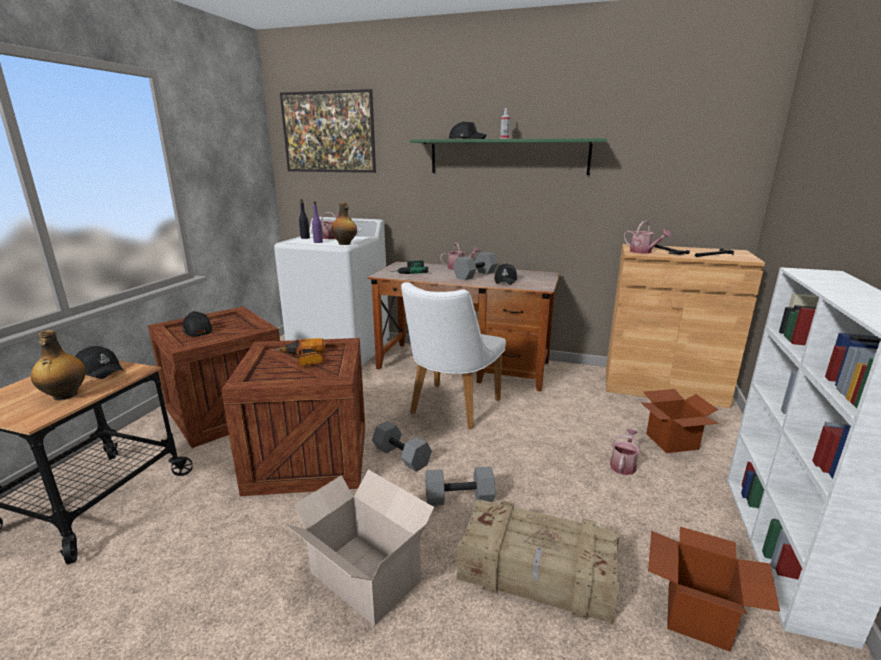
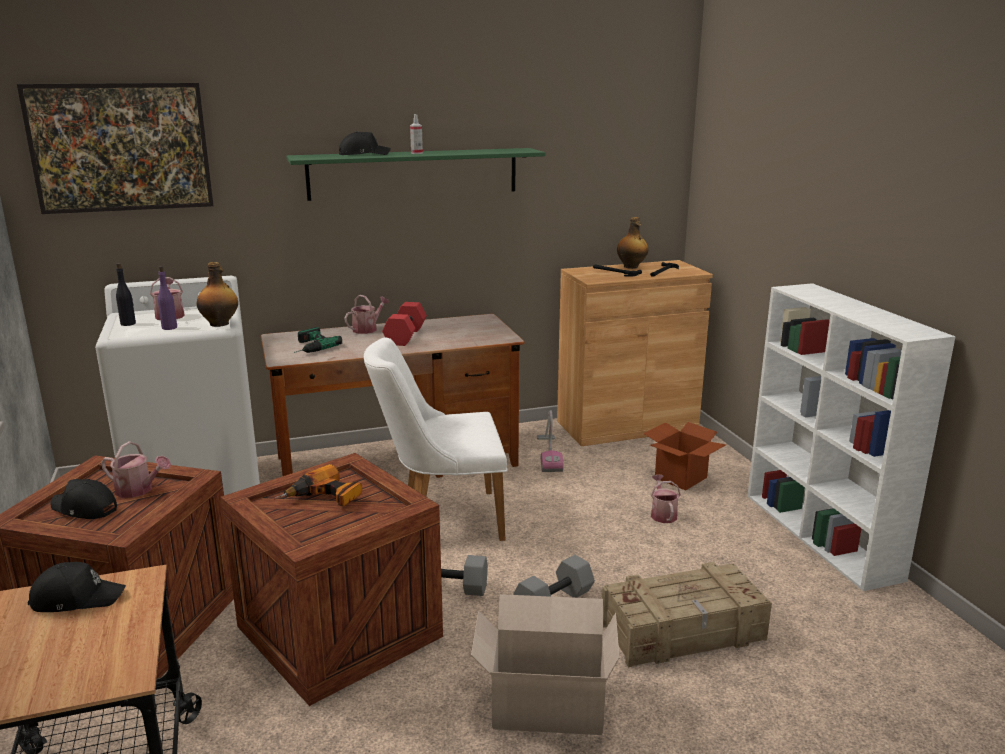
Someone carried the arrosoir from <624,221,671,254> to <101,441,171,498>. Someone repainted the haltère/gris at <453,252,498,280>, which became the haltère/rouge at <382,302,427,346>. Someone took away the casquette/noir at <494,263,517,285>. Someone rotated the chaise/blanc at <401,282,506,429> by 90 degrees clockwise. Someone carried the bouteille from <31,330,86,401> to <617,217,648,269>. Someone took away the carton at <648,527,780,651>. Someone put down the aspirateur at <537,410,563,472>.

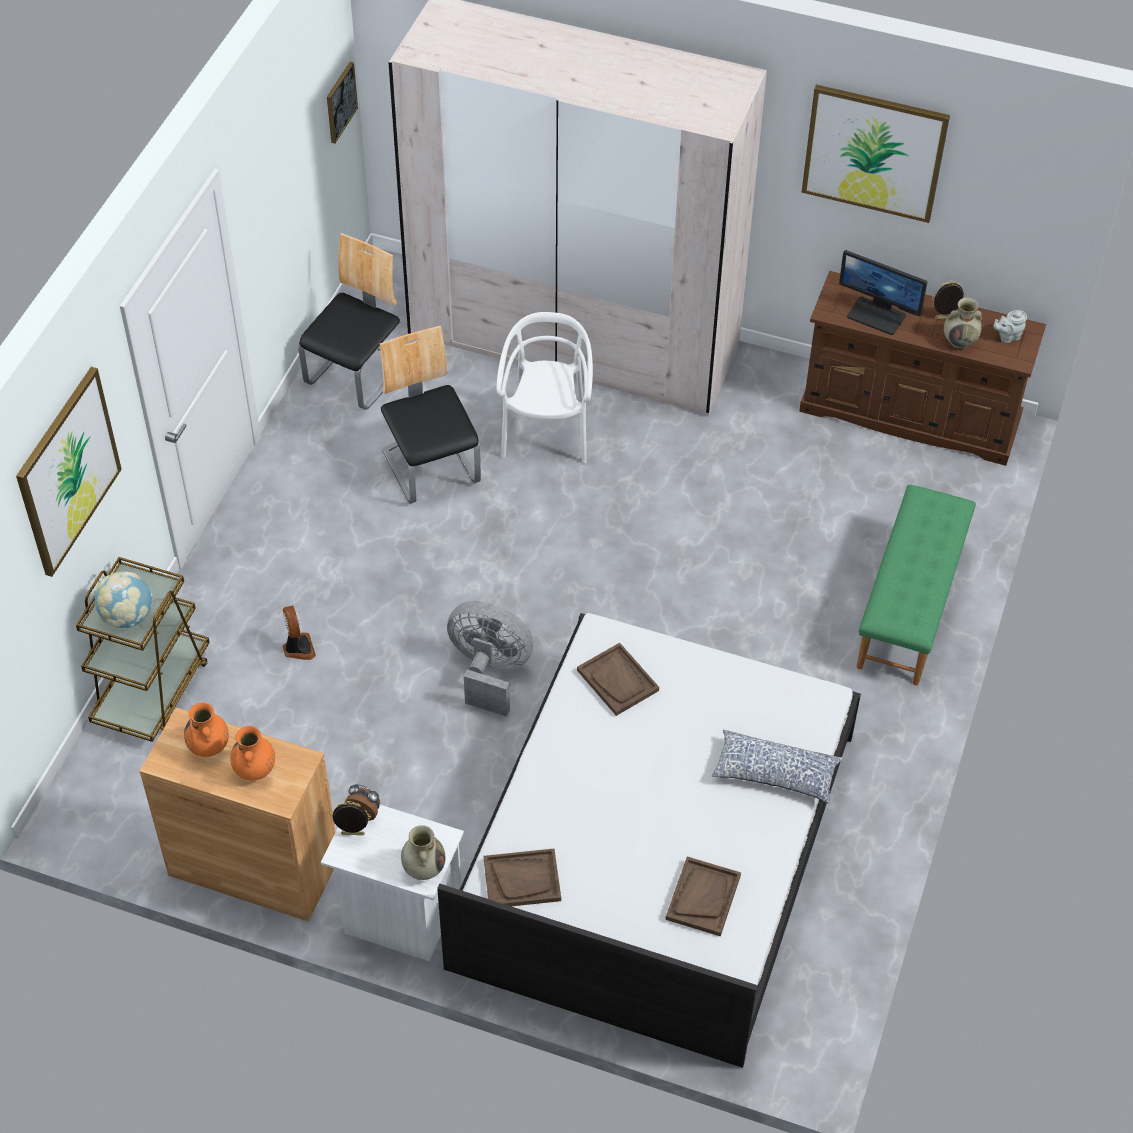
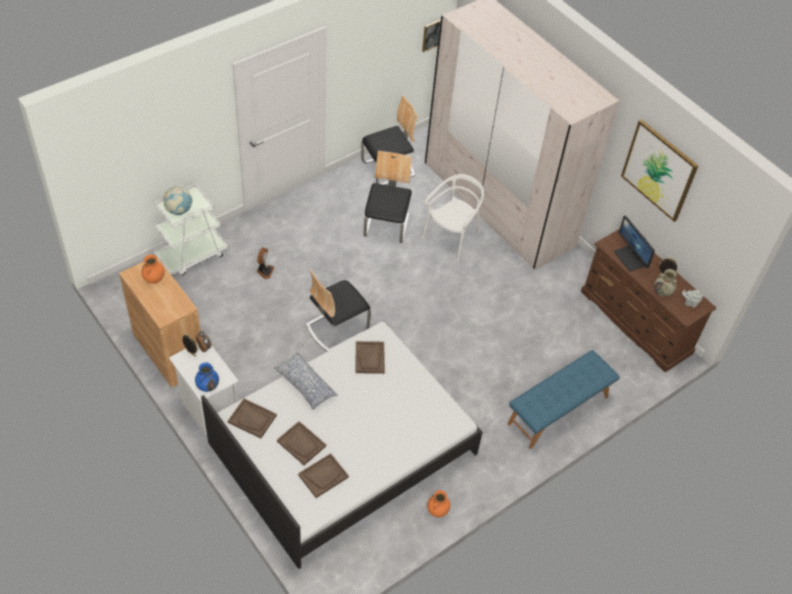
Someone took away the tableau at <16,367,122,577>. Someone repainted the banc/vert at <856,485,976,685>, which became the banc/bleu at <508,350,620,449>. Someone repainted the chariot/marron at <76,557,210,742>, which became the chariot/blanc at <153,184,228,275>. Someone swapped the ventilateur/gris at <447,601,533,717> for the chaise at <306,269,371,351>. Someone carried the vase/orange from <230,726,275,781> to <427,490,450,517>. Someone carried the coussin from <712,730,843,803> to <274,352,338,410>. Someone repainted the vase/beige at <401,825,446,880>, which became the vase/bleu at <195,362,219,392>. Someone put down the plateau/marron at <277,421,326,465>.

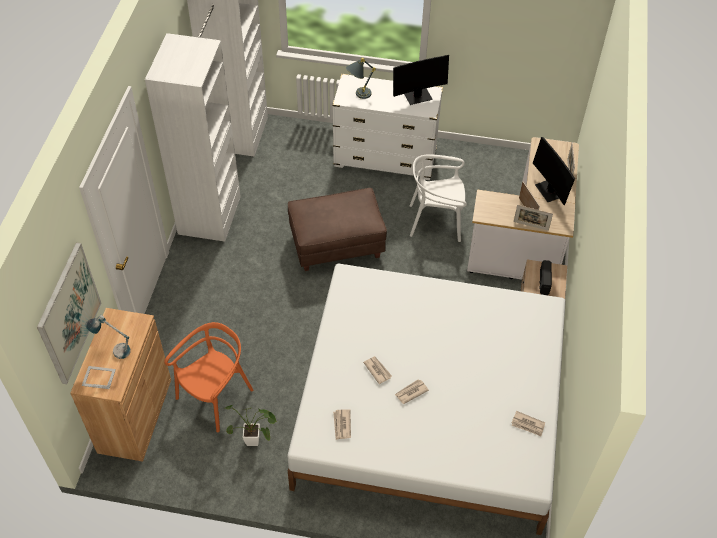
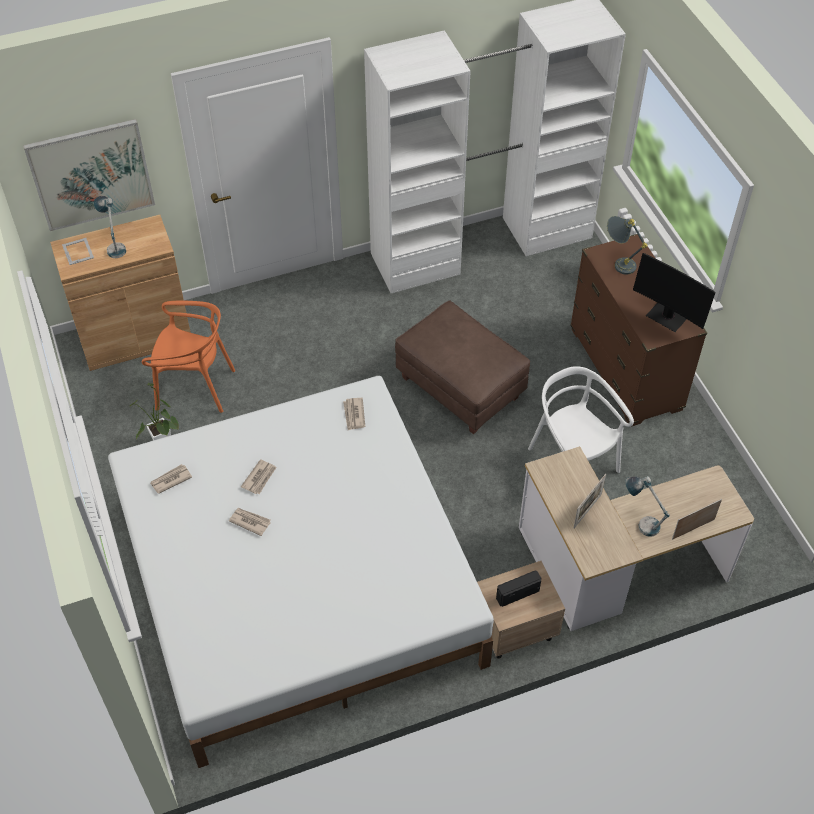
Someone repainted the commode/blanc at <332,74,443,180>, which became the commode/marron at <570,234,707,427>. Someone swapped the écran d'ordinateur at <532,137,575,205> for the lampe de table at <625,476,670,537>. Someone took away the cadre photo at <514,205,553,231>. Someone carried the journal from <511,411,545,436> to <343,398,365,430>.

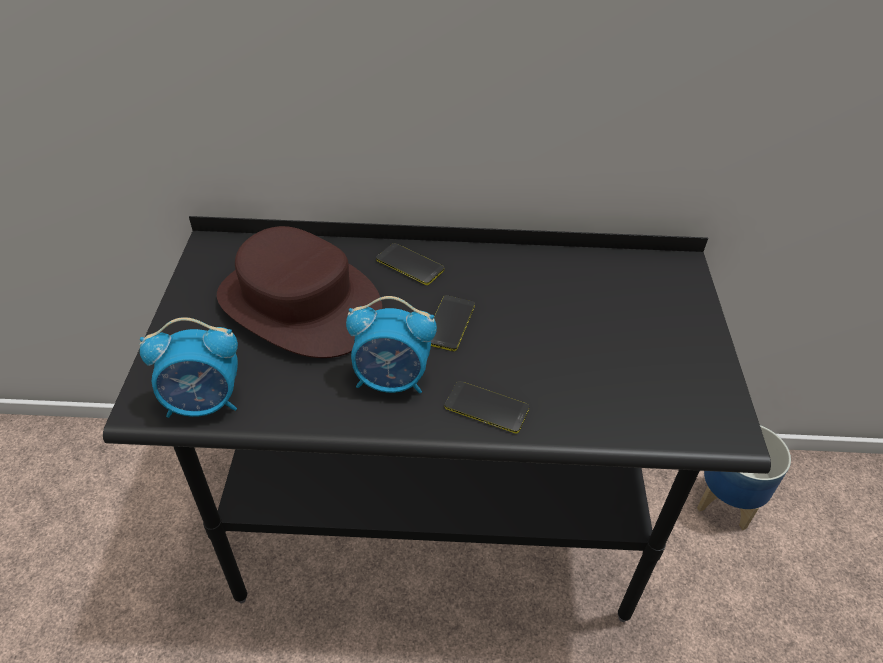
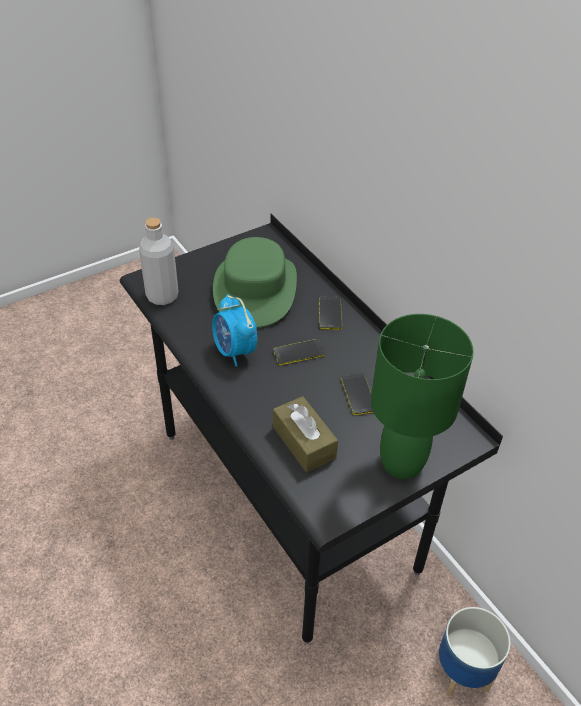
Someone repainted the chapeau/marron at <217,226,382,358>, which became the chapeau/vert at <213,237,297,328>. Someone swapped the réveil at <140,317,238,418> for the bouteille/gris at <139,218,178,305>. Someone carried the téléphone from <445,381,529,434> to <341,373,374,415>. Someone put down the lampe de table/vert at <371,314,474,479>. Someone put down the boîte à mouchoirs/marron at <273,396,338,472>.

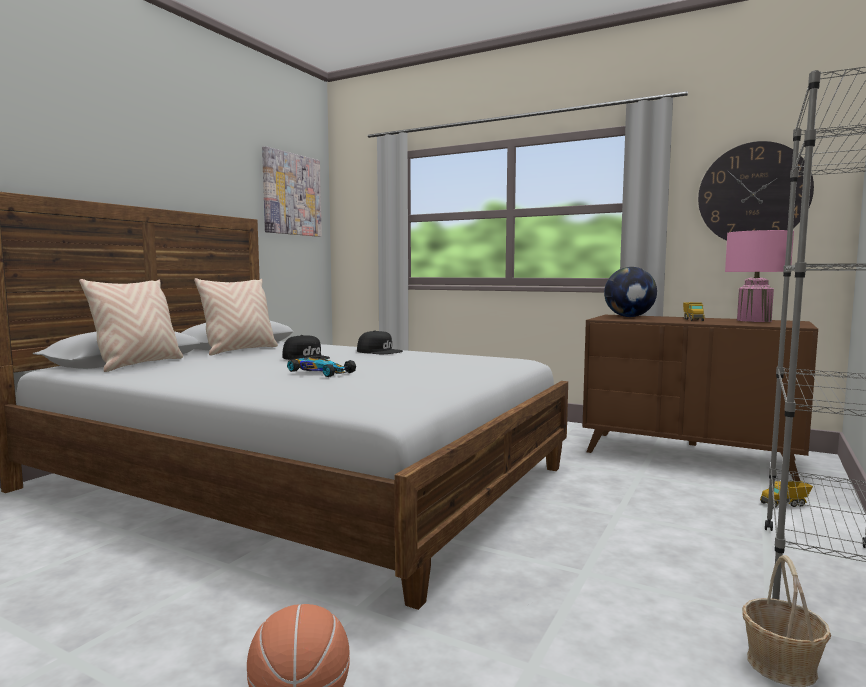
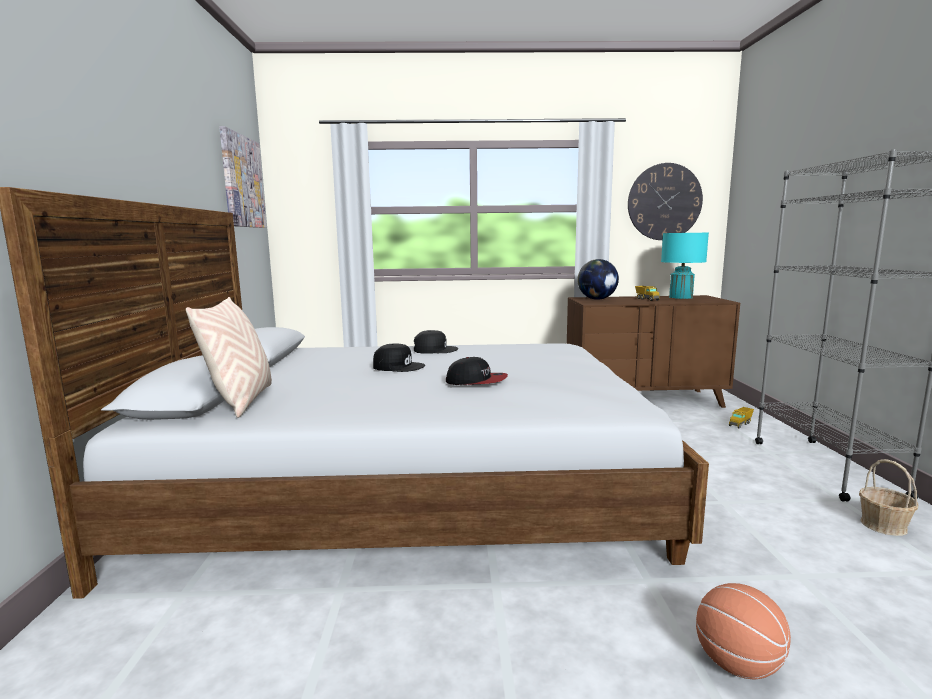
Someone repainted the lampe de table/rose at <725,230,794,322>, which became the lampe de table/turquoise at <661,233,709,299>. Someone took away the coussin/beige at <194,278,278,355>. Someone swapped the petite voiture at <287,356,356,377> for the casquette at <446,357,508,385>.

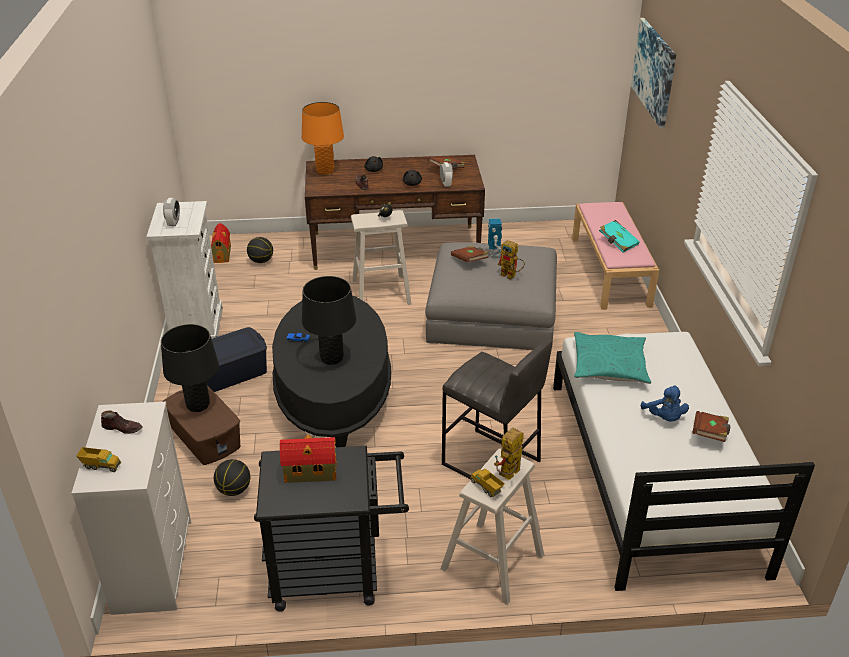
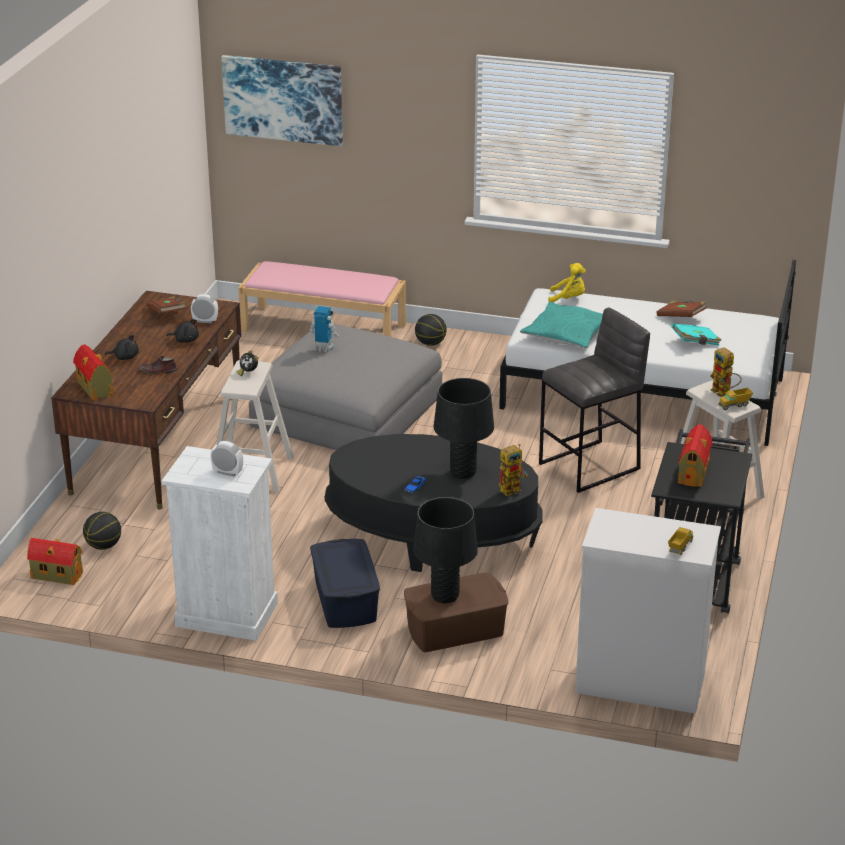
Someone swapped the lampe de table/orange at <302,102,344,175> for the maison miniature at <73,344,114,400>. Someone carried the livre/turquoise from <599,220,640,253> to <671,323,722,346>. Someone carried the robot jouet from <497,240,525,280> to <499,444,528,496>. Someone took away the livre/marron at <451,245,489,262>. Someone took away the peluche/bleu at <641,385,689,422>. Someone took away the chaussure/marron at <101,410,143,434>. Someone carried the ballon de basket from <214,459,250,496> to <415,314,447,346>. Someone put down the peluche/jaune at <548,263,586,303>.

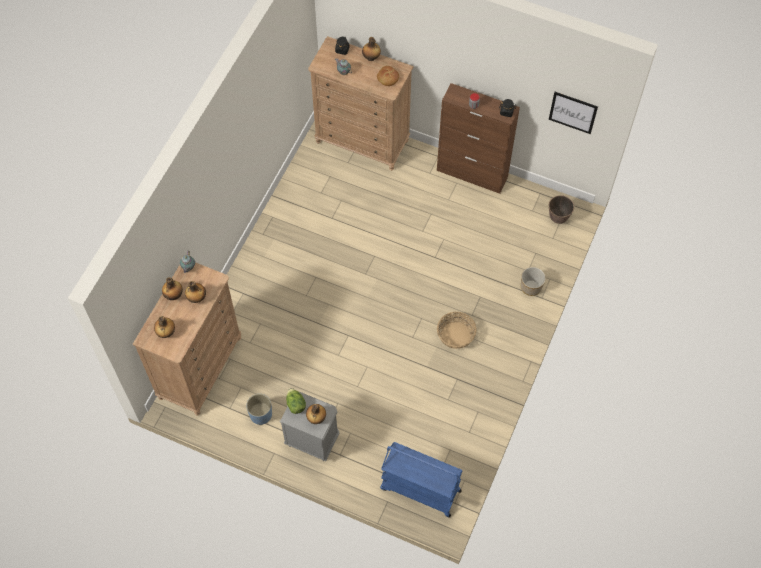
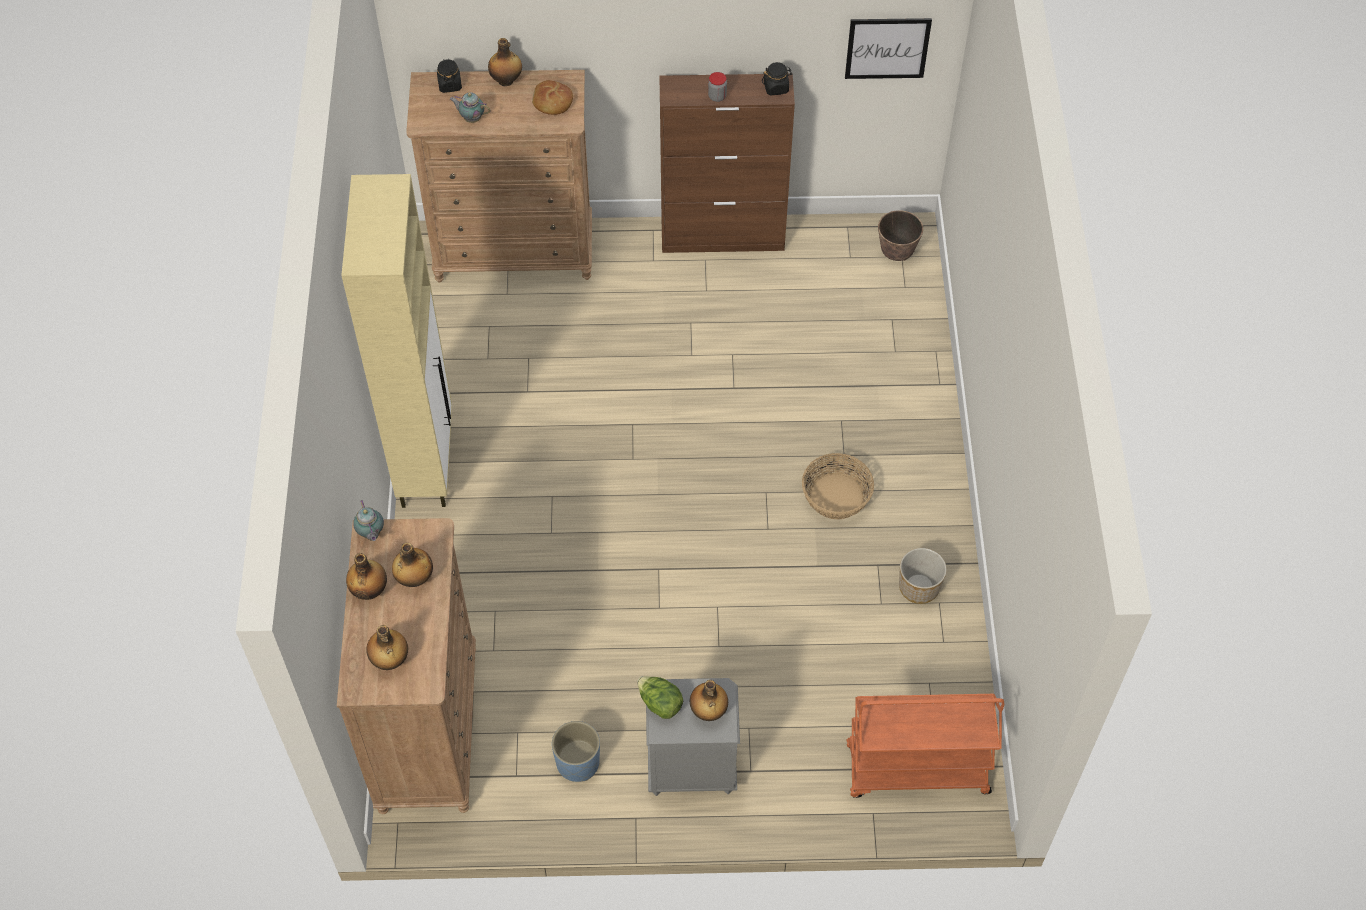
Someone carried the cache-pot from <521,267,546,296> to <899,548,947,604>. Someone repainted the chariot/bleu at <380,442,463,517>, which became the chariot/orange at <847,694,1004,798>. Someone put down the meuble de rangement/beige at <341,174,452,508>.

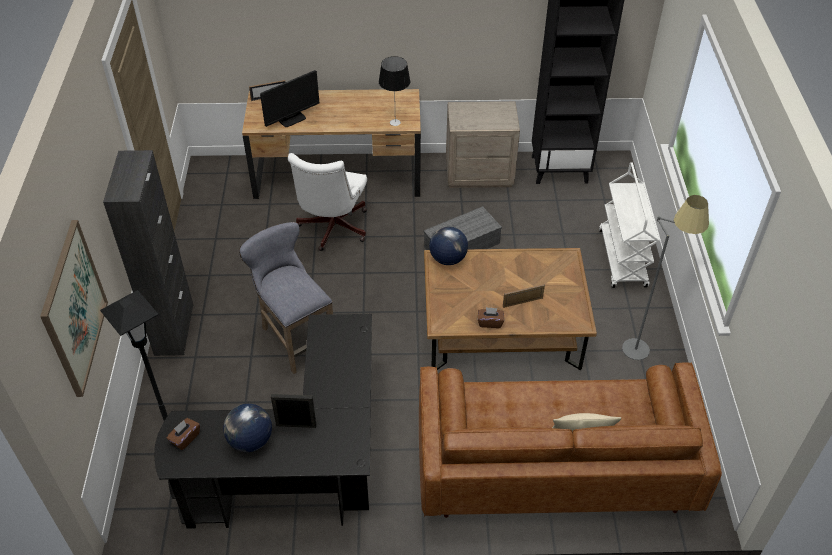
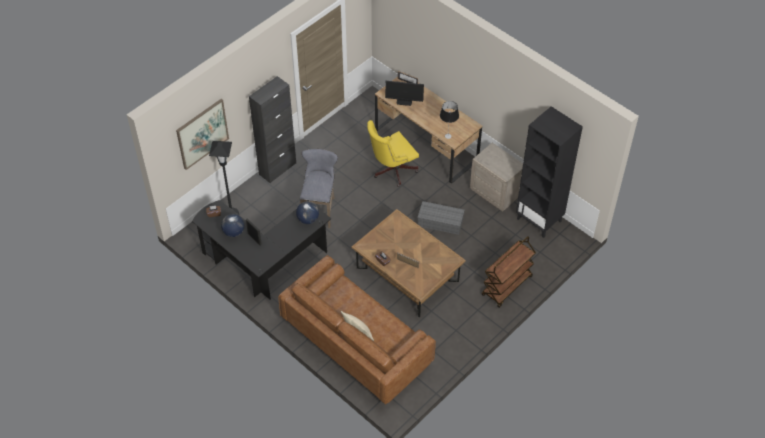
Someone repainted the chaise de bureau/blanc at <288,153,367,251>, which became the chaise de bureau/jaune at <367,120,419,187>. Someone repainted the chariot/blanc at <599,162,660,288>, which became the chariot/marron at <482,236,536,308>. Someone took away the lampadaire/gris at <622,195,709,360>. Someone carried the globe from <429,226,468,265> to <296,201,319,224>.

